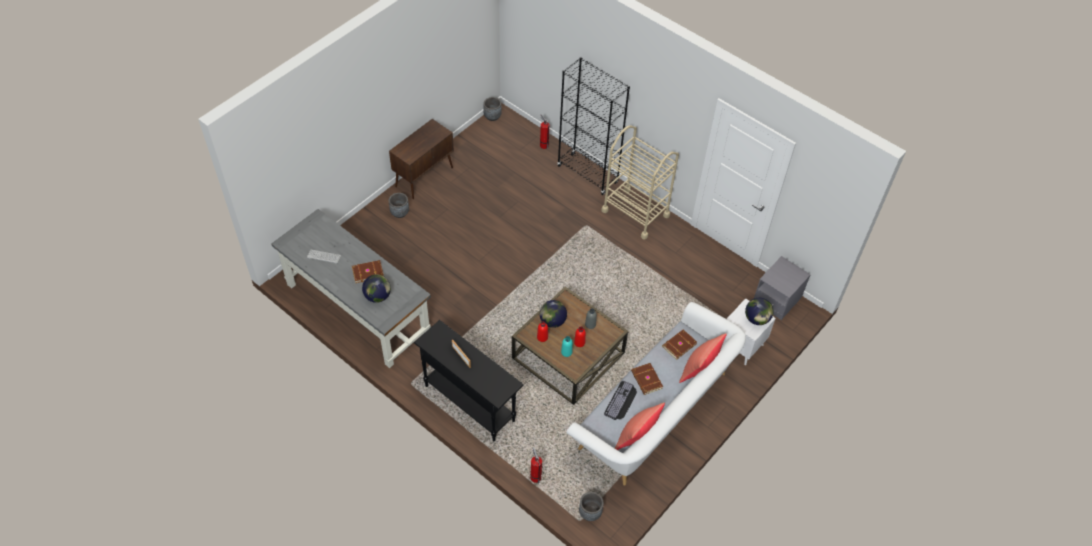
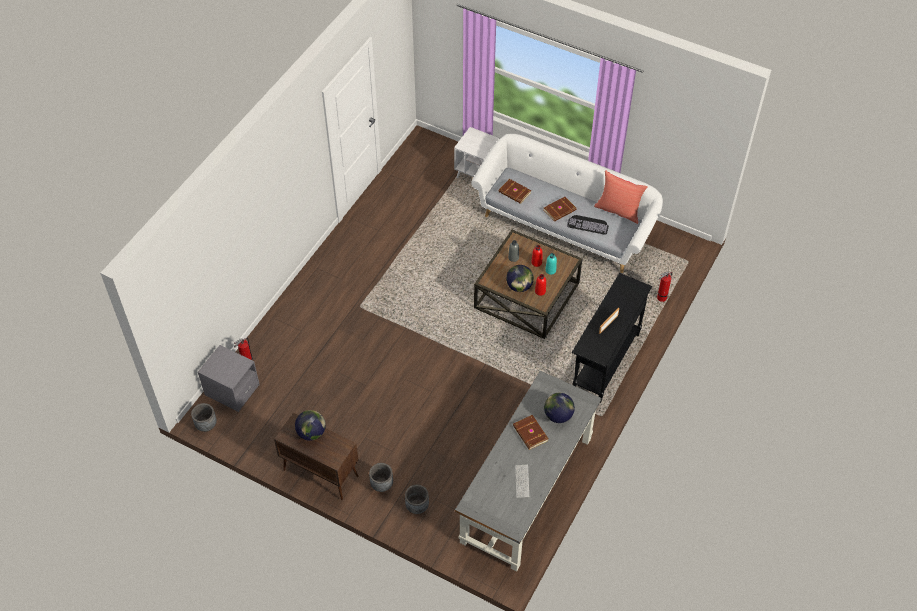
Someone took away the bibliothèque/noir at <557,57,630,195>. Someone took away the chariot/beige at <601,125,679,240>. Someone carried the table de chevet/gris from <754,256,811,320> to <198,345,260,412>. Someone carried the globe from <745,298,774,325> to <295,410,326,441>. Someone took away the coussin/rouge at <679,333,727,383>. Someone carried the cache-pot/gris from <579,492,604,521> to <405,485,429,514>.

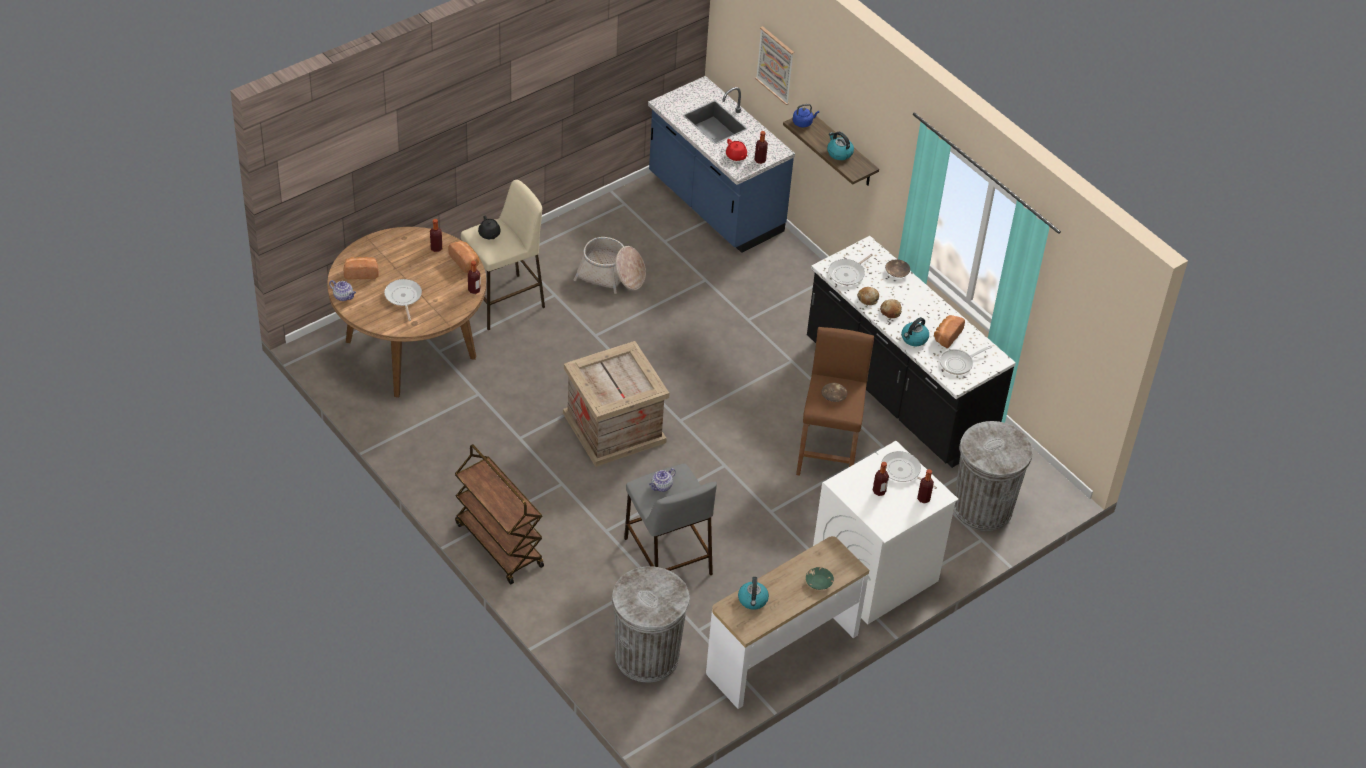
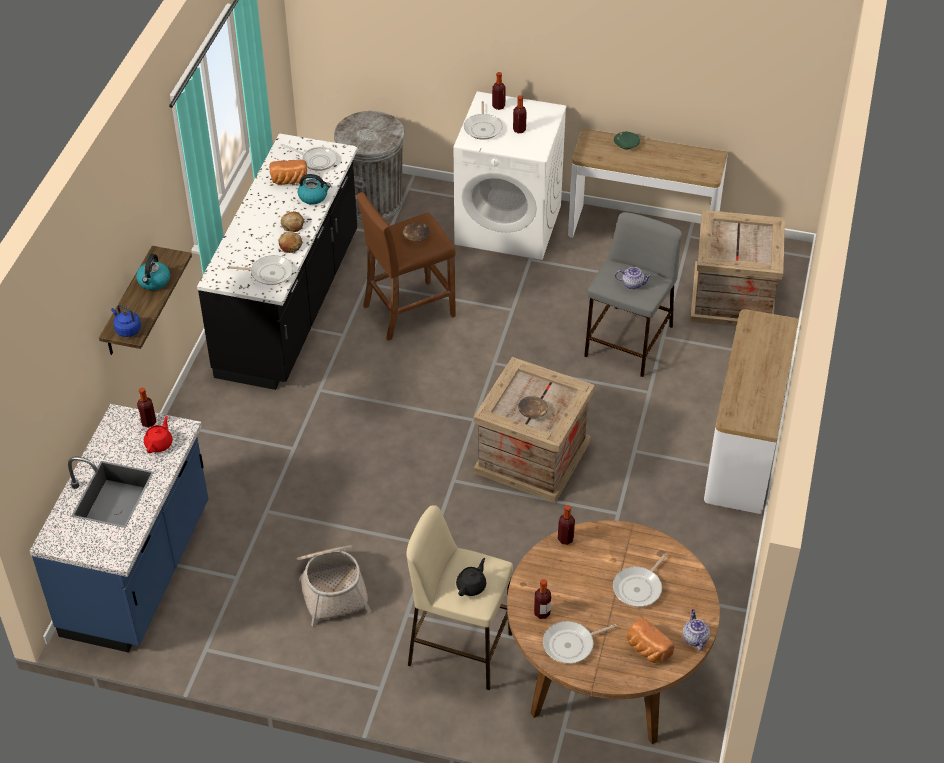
Someone took away the tableau at <755,26,794,105>. Someone took away the pain at <449,241,479,273>. Someone carried the bol/marron from <885,259,910,278> to <518,396,548,418>. Someone swapped the chariot/marron at <455,444,544,584> for the table console at <704,309,799,514>. Someone swapped the poubelle/gris at <612,566,690,682> for the caisse at <690,210,785,327>. Someone took away the bouilloire at <738,577,769,610>. Someone put down the poêle at <543,621,617,664>.

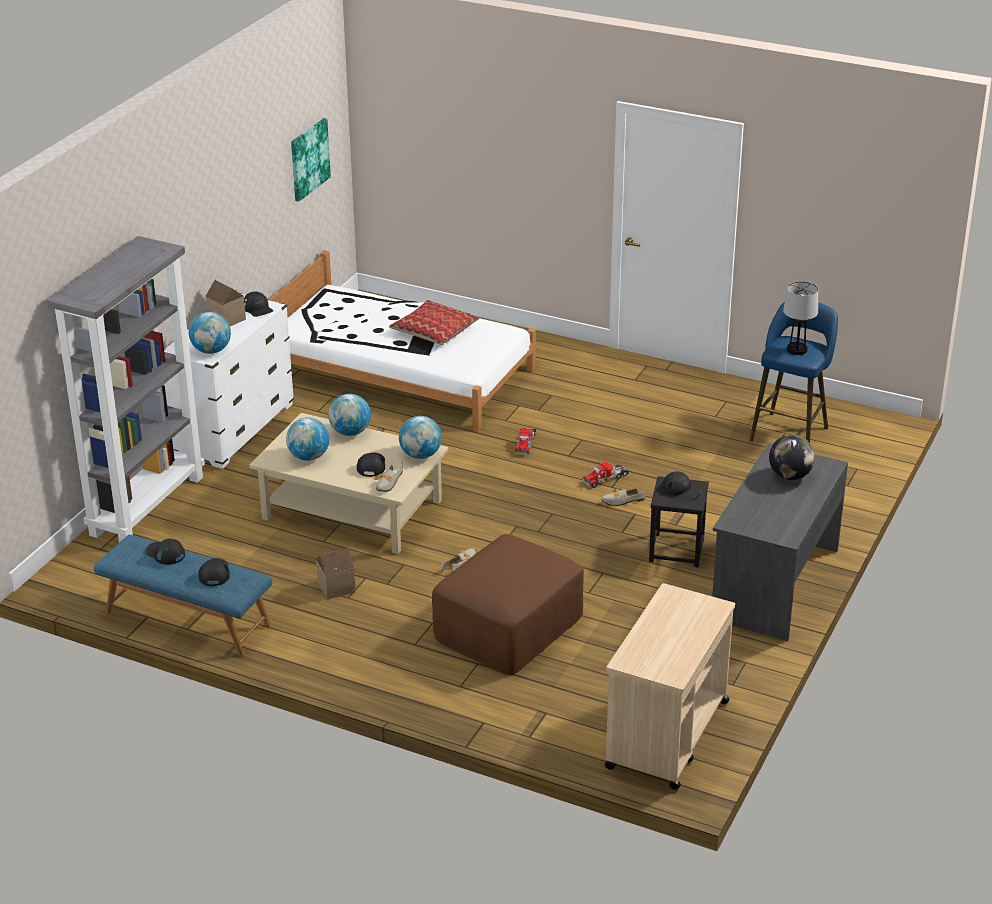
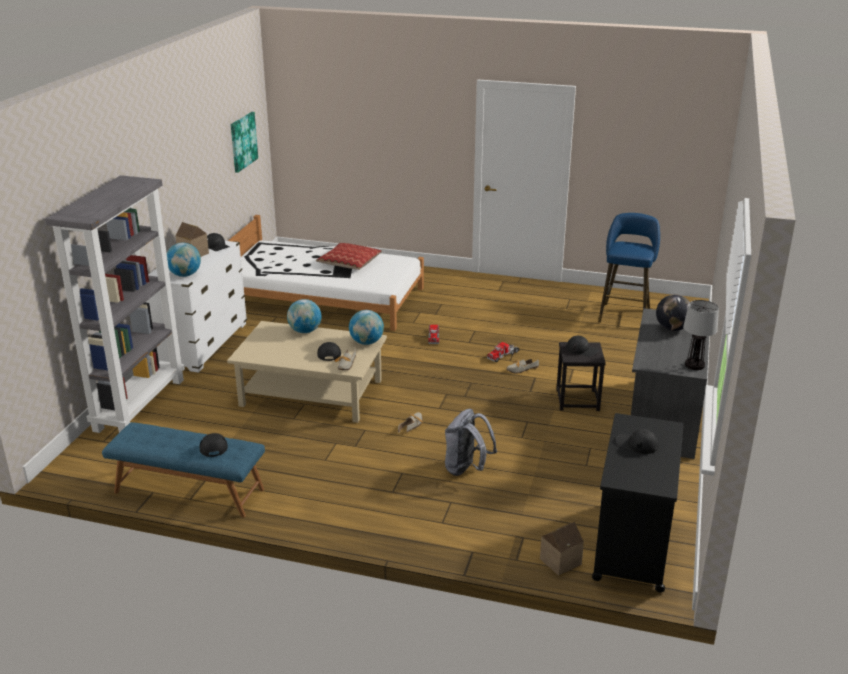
Someone carried the lampe de table from <783,281,818,355> to <683,300,719,370>. Someone took away the globe at <286,418,329,461>. Someone swapped the pouf/marron at <432,534,584,675> for the sac à dos/gris at <445,409,497,476>. Someone carried the casquette/noir from <145,538,185,565> to <616,429,658,454>. Someone carried the maison miniature from <316,548,356,599> to <540,522,584,576>. Someone repainted the chariot/beige at <605,583,735,790>, which became the chariot/noir at <592,413,683,593>.

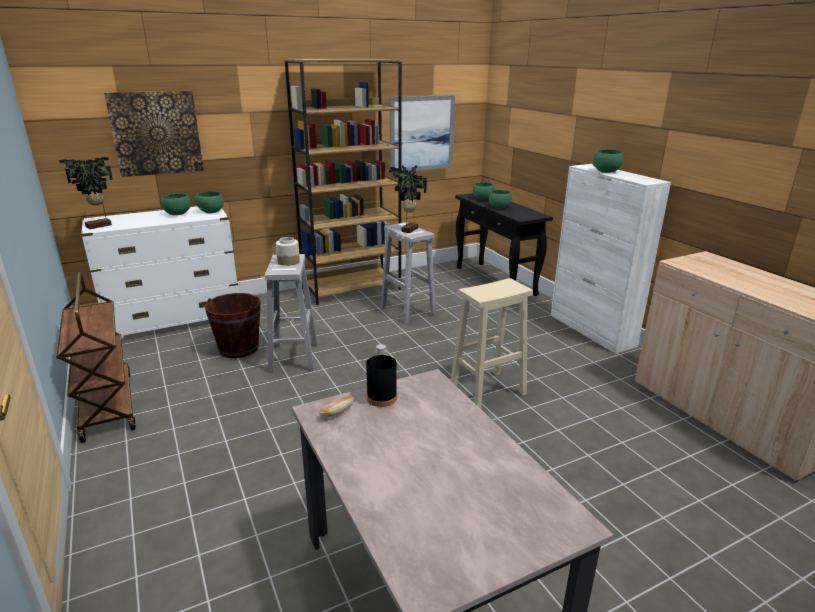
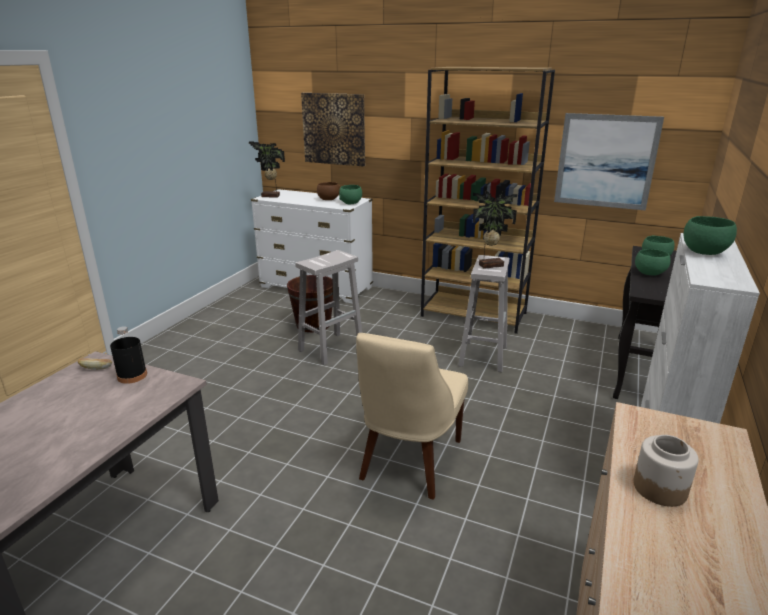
Someone repainted the bol/vert at <162,193,191,215>, which became the bol/marron at <317,182,340,200>. Someone carried the bocal from <276,237,300,266> to <633,435,699,507>. Someone took away the chariot/marron at <56,272,136,443>. Someone swapped the tabouret/beige at <450,278,533,409> for the chaise/beige at <356,333,468,500>.

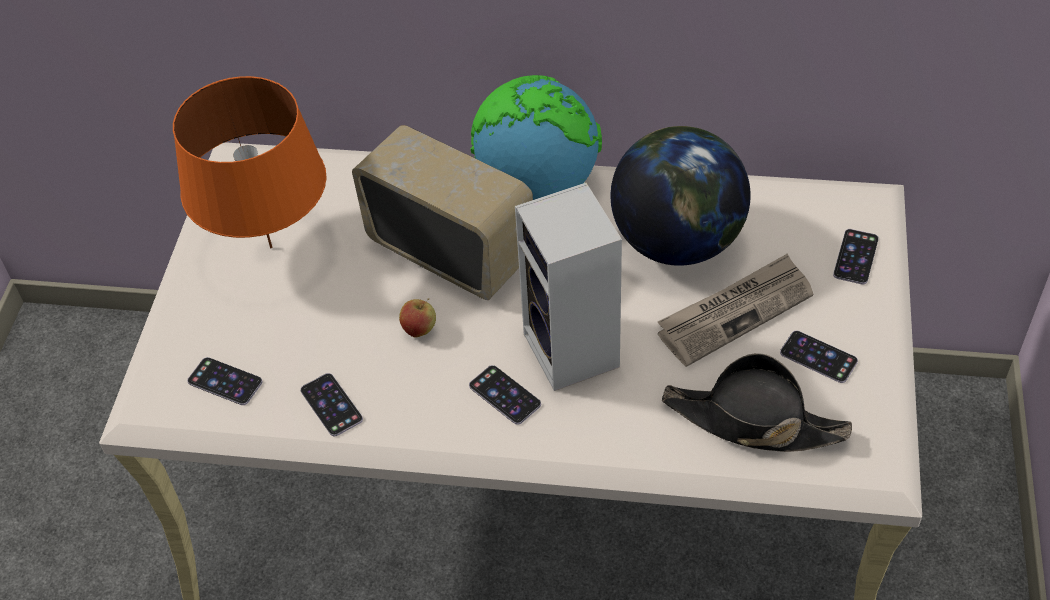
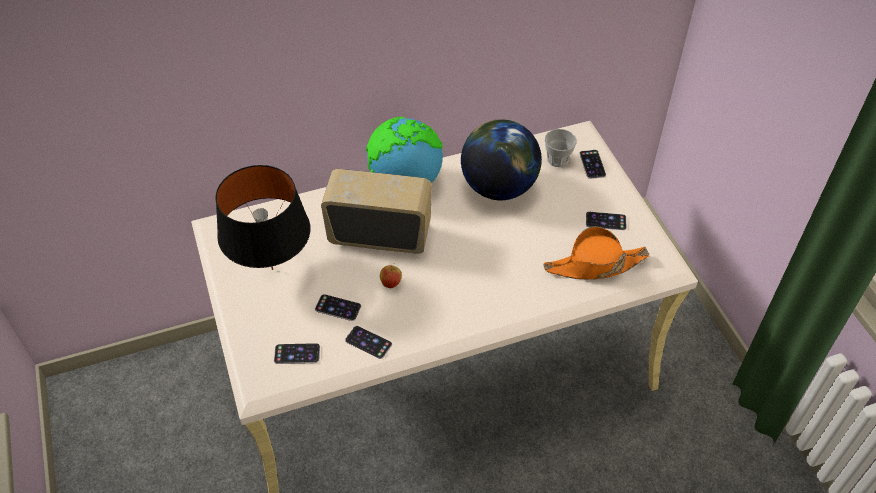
Someone repainted the lampe de table/orange at <173,76,326,248>, which became the lampe de table/noir at <215,165,310,270>. Someone took away the enceinte at <515,182,622,391>. Someone took away the journal at <658,253,813,367>. Someone repainted the chapeau/noir at <662,353,852,452>, which became the chapeau/orange at <543,226,649,280>. Someone carried the téléphone from <469,365,541,425> to <315,294,361,321>. Someone put down the tasse at <545,129,577,167>.

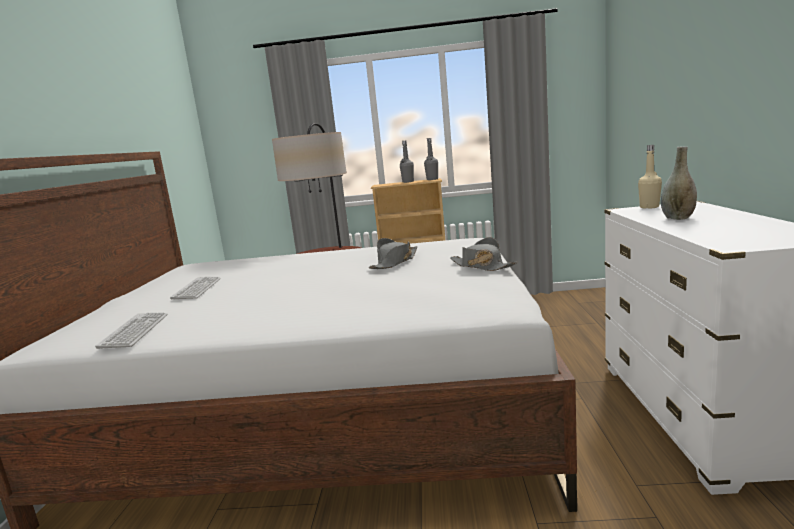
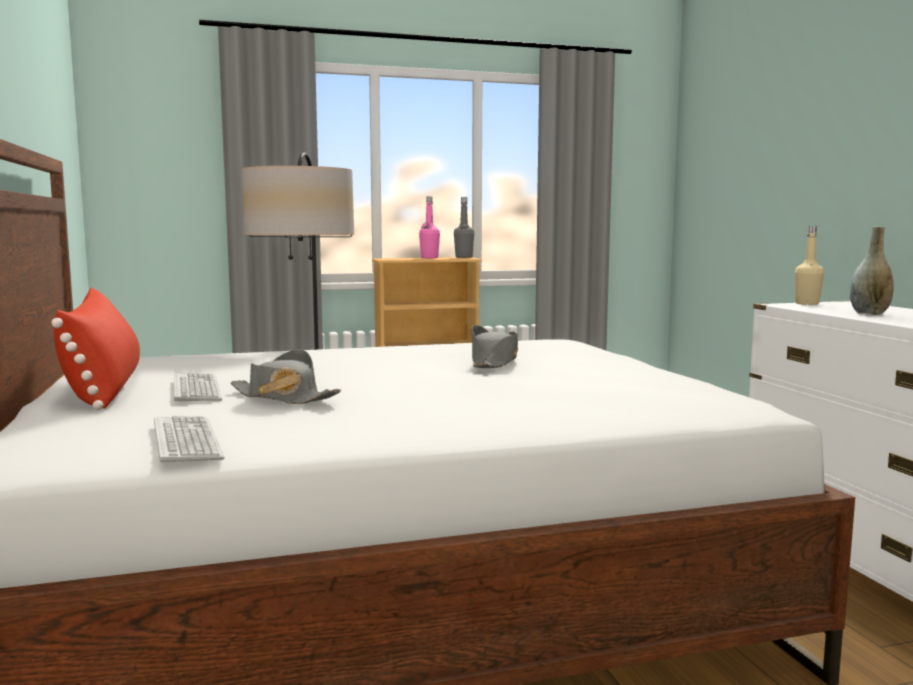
Someone repainted the bouteille/gris at <400,141,414,183>, which became the bouteille/rose at <419,197,440,258>. Someone carried the chapeau/gris from <450,237,518,271> to <231,349,341,404>. Someone put down the coussin/rouge at <51,287,140,410>.

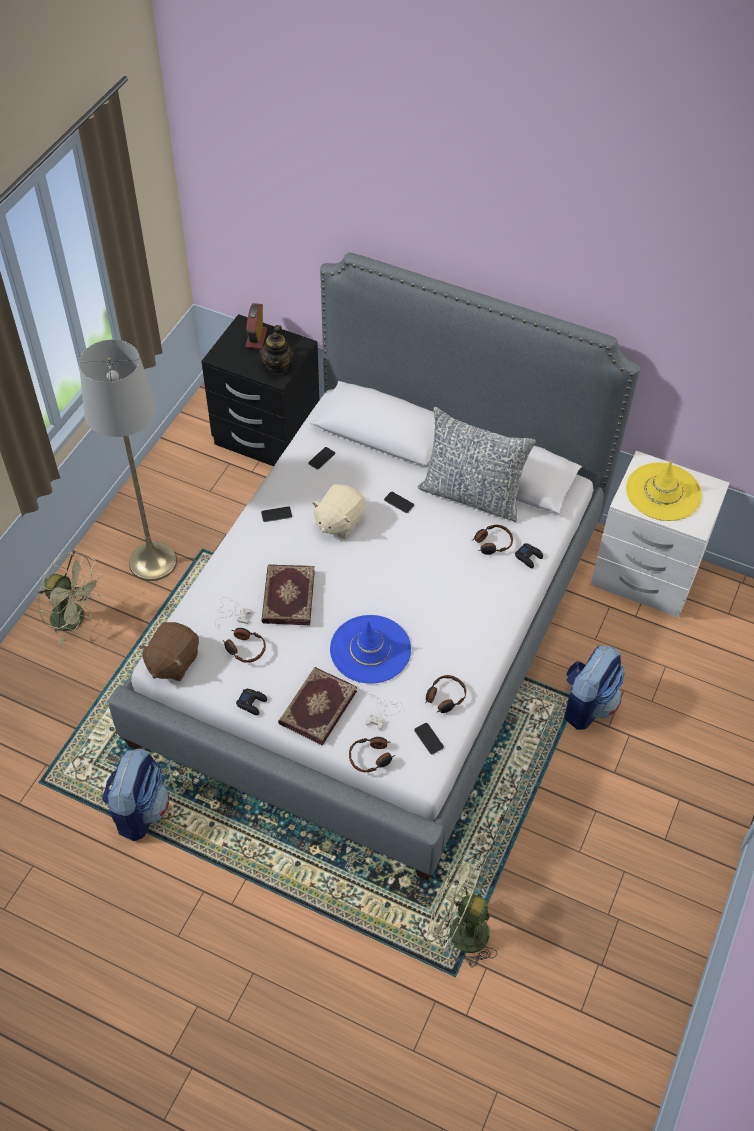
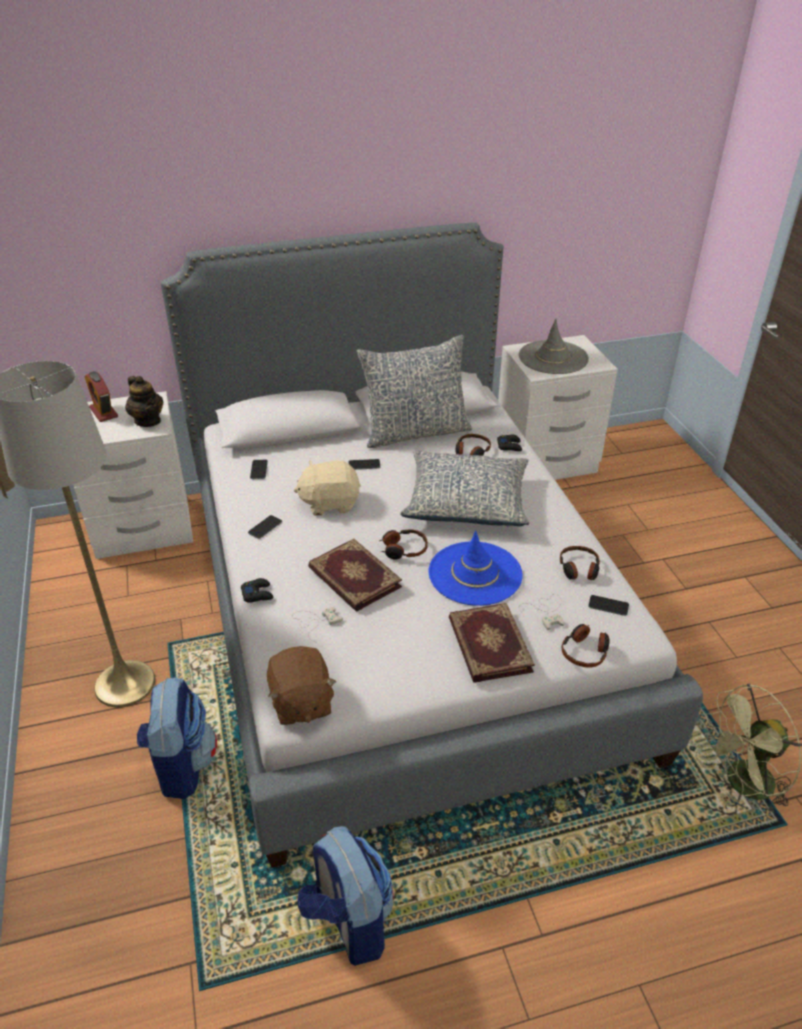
Someone repainted the table de chevet/noir at <201,314,319,466>, which became the table de chevet/blanc at <73,391,193,559>. Someone repainted the chapeau/jaune at <626,461,702,521>, which became the chapeau/gris at <519,319,589,374>. Someone rotated the peluche/beige at <312,484,366,539> by 90 degrees clockwise. Someone took away the ventilateur/vert at <38,551,103,644>. Someone carried the casque audio from <223,628,266,663> to <380,530,428,559>. Someone carried the sac à dos from <564,646,625,730> to <137,677,217,799>. Someone carried the manette/noir from <236,689,267,715> to <241,578,273,603>. Someone put down the coussin at <400,451,529,526>.

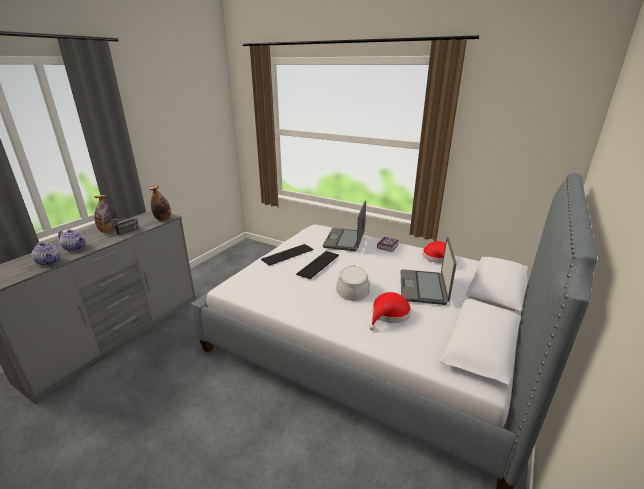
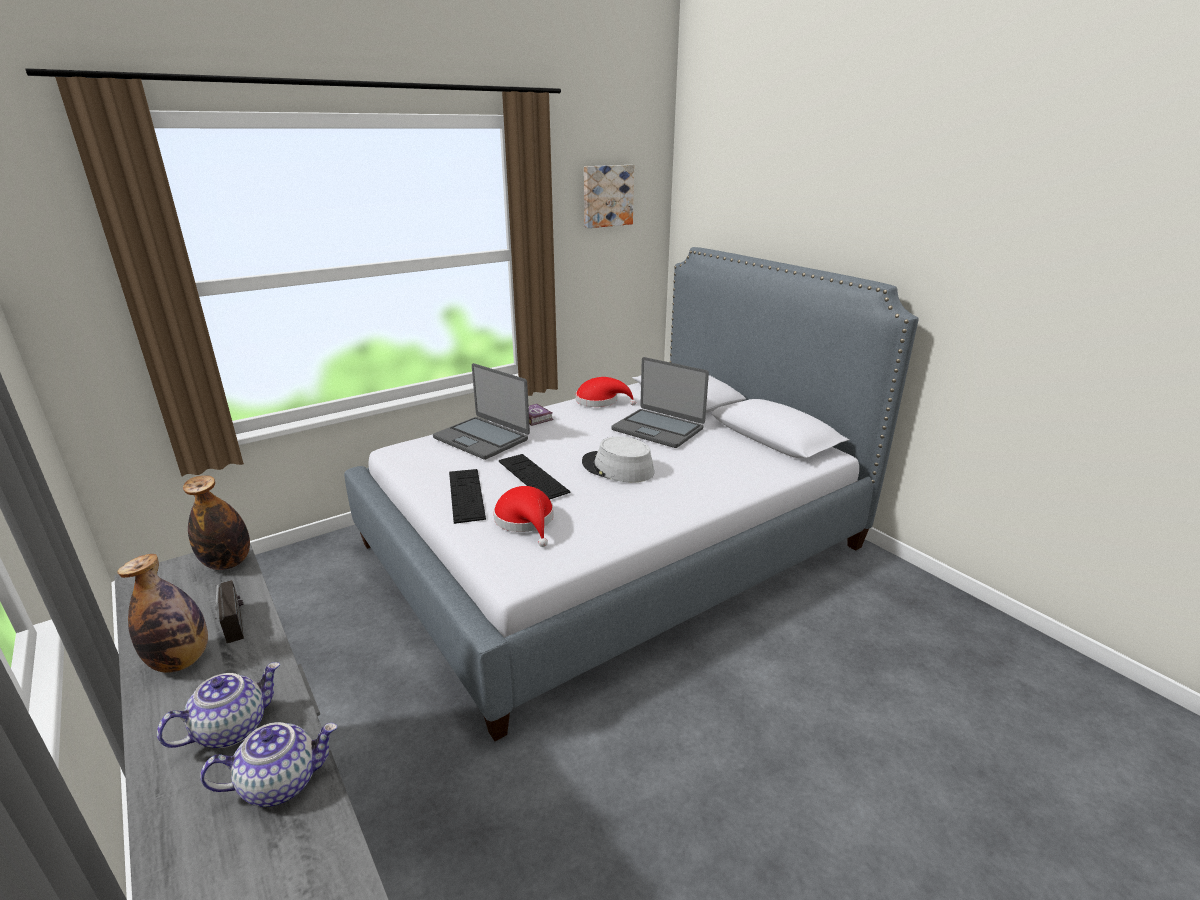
Someone carried the chapeau/rouge from <369,292,411,330> to <493,486,554,547>. Someone put up the tableau at <584,165,634,228>.

